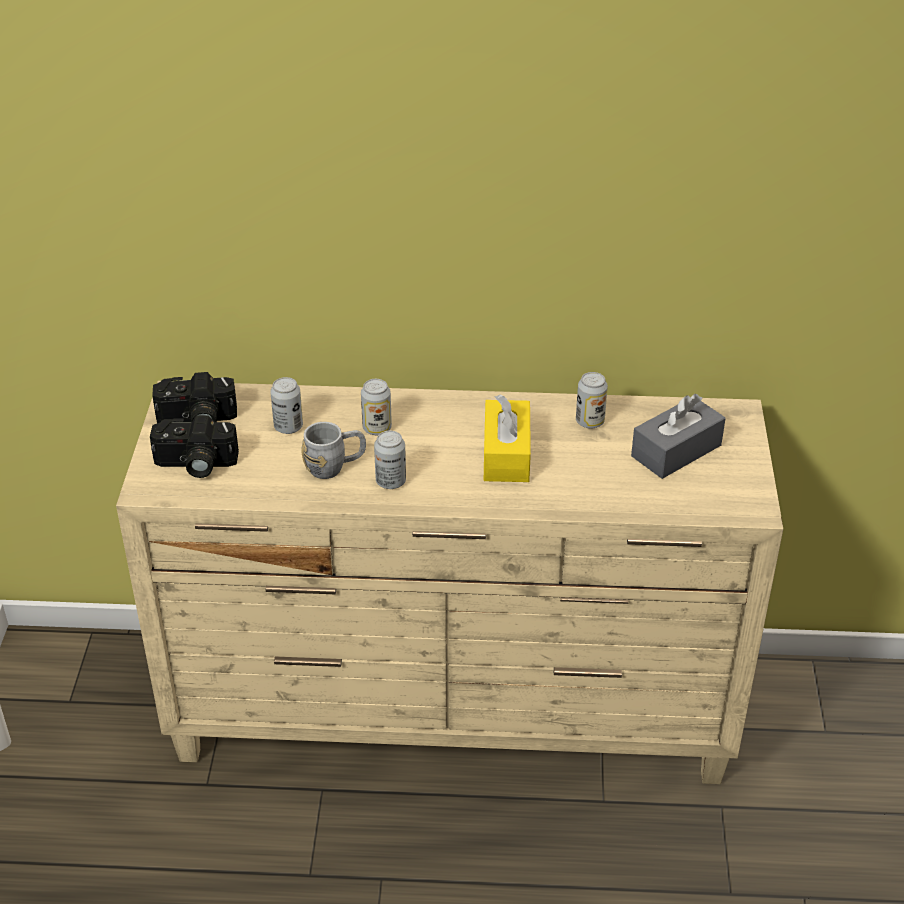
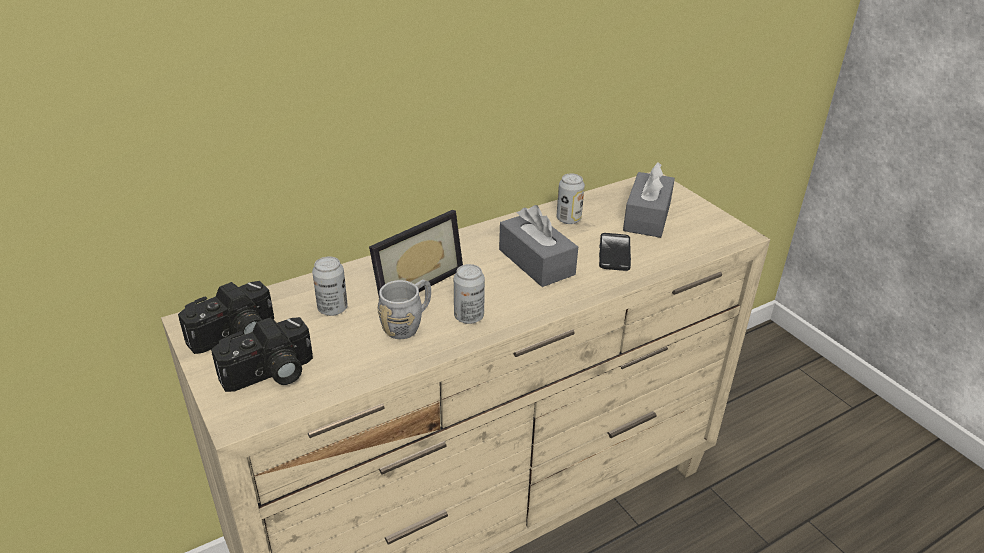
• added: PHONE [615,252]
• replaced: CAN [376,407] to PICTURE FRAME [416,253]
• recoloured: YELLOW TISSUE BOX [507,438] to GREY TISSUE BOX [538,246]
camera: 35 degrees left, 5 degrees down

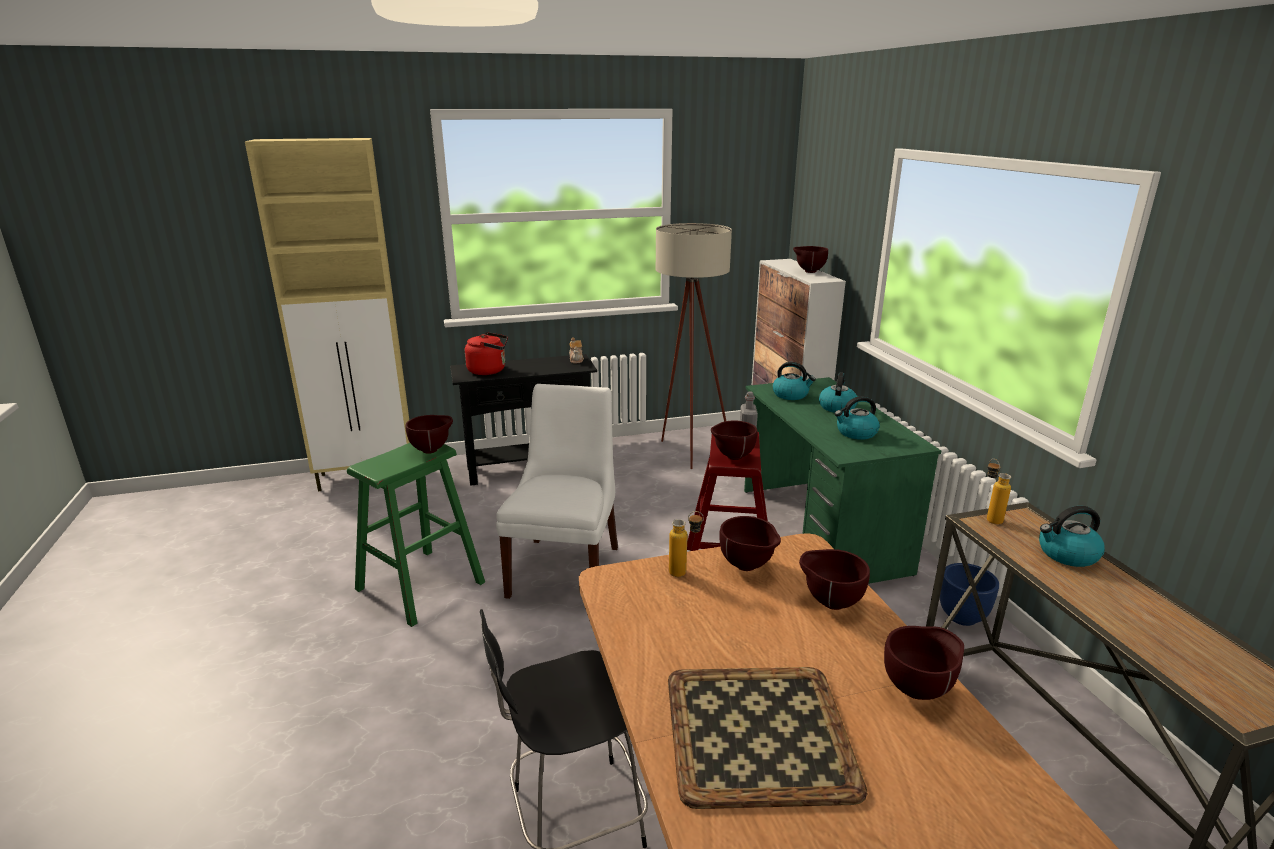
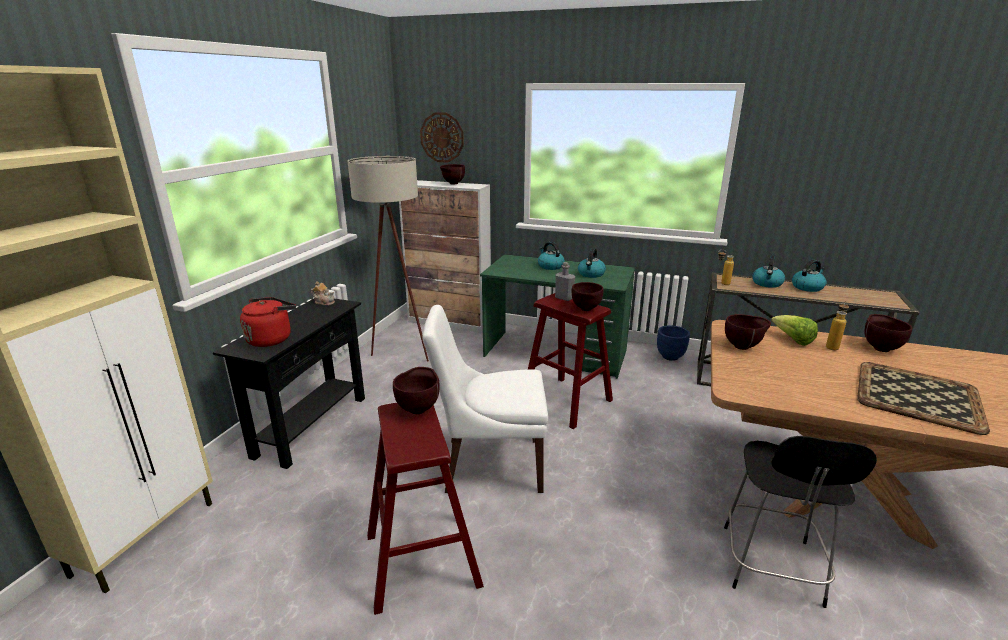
• added: WALL CLOCK [442,137]
• moved: BOTTLE [686,544] to [837,325]
• moved: KETTLE [794,381] to [809,276]
• replaced: BROWN BOWL [834,579] to LETTUCE [794,330]
• recoloured: GREEN STOOL [416,535] to RED STOOL [425,509]
• turned: WHITE CHAIR [557,491] = [485,399] 45 degrees counterclockwise
camera: 55 degrees left, 0 degrees up

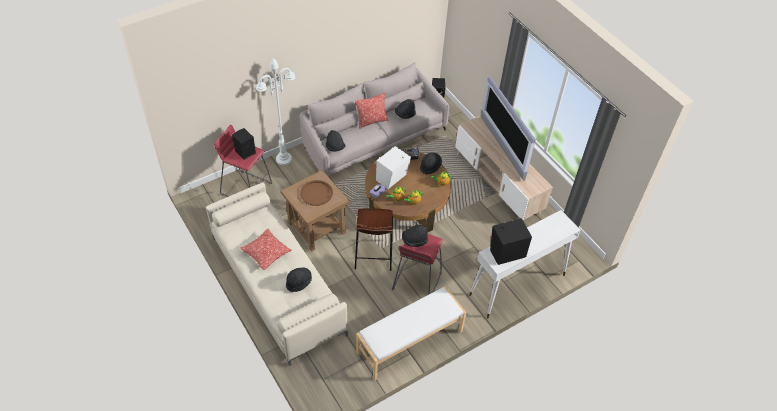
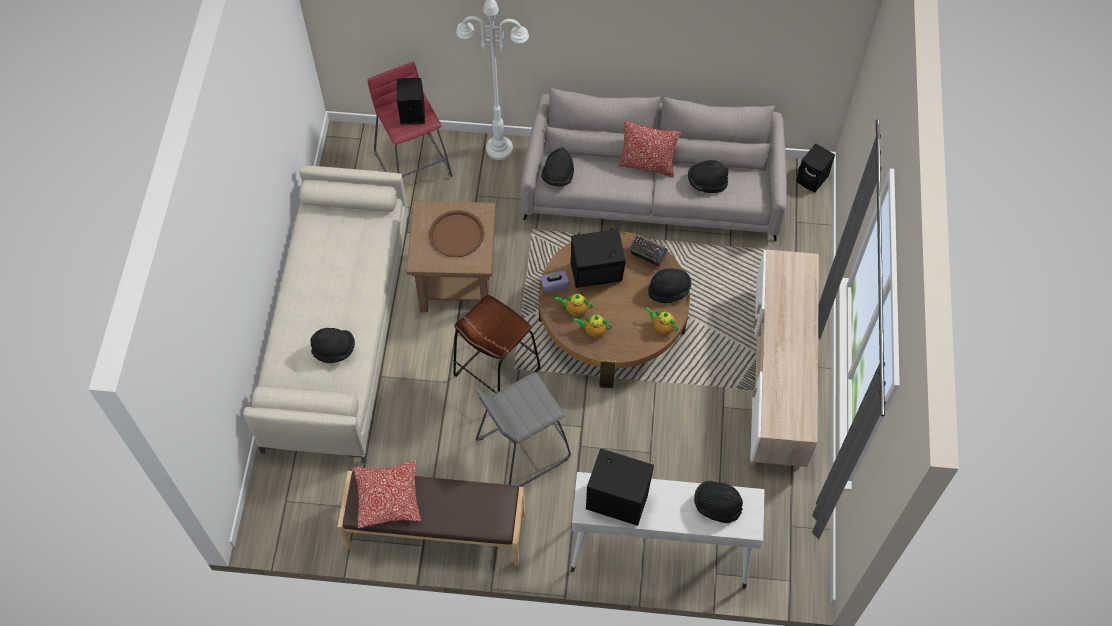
• removed: TELEVISION [508,129]
• moved: PILLOW [265,249] to [387,494]
• moved: BLACK HAT [415,236] to [718,502]
• recoloured: WHITE BENCH [411,333] to BROWN BENCH [431,518]
• recoloured: WHITE SPEAKER [393,167] to BLACK SPEAKER [598,258]
• recoloured: RED STOOL [417,264] to GREY STOOL [523,429]
camera: 40 degrees right, 10 degrees up

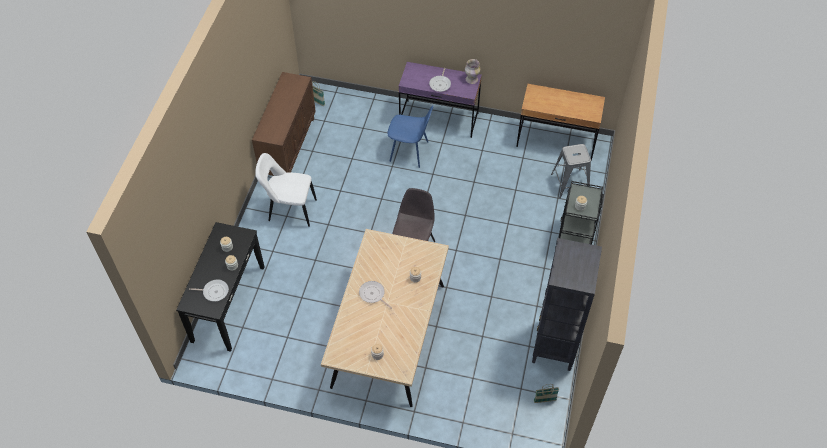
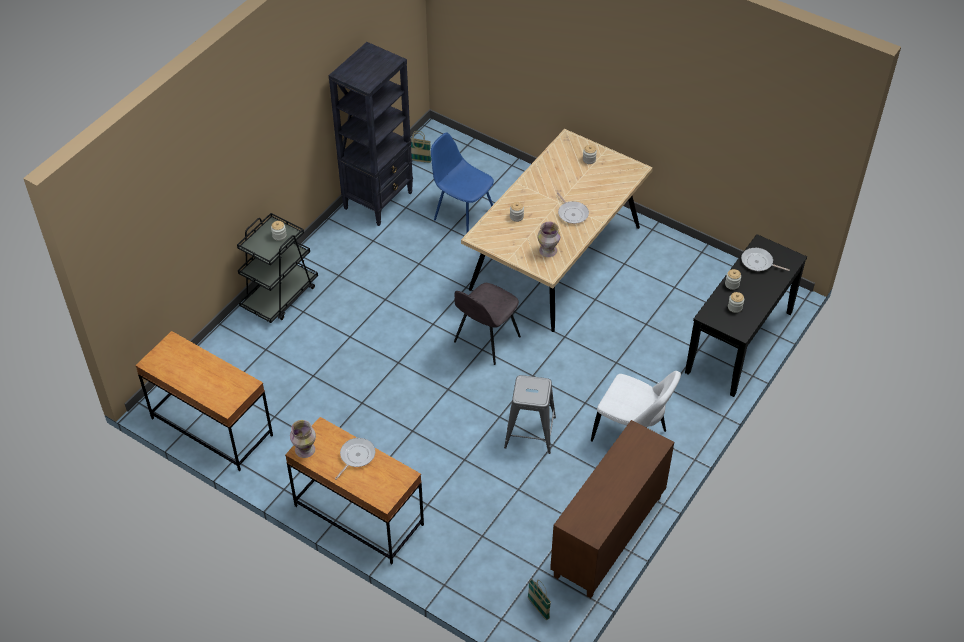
• added: VASE [548,239]
• moved: BLUE CHAIR [410,137] to [462,183]
• moved: GREY STOOL [571,171] to [530,414]
• recoloured: PURPLE DESK [440,100] to BROWN DESK [354,490]
camera: 160 degrees left, 5 degrees down

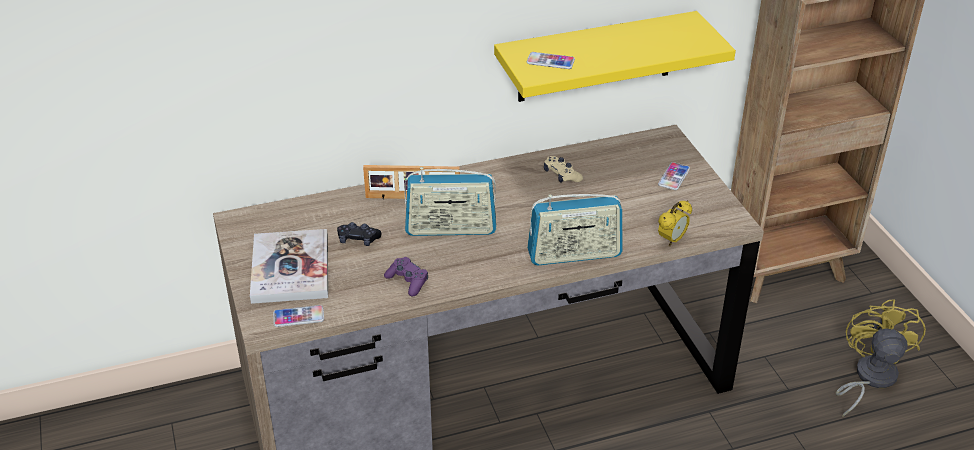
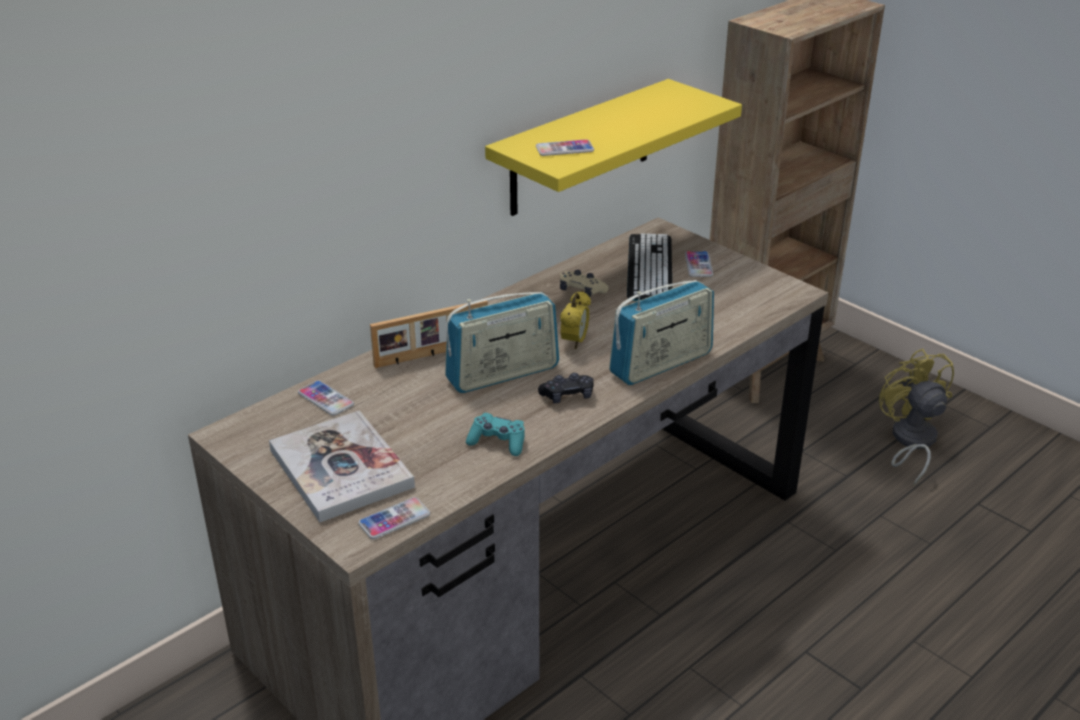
• added: PHONE [326,398]
• added: KEYBOARD [649,267]
• moved: BLACK GAME CONTROLLER [359,234] to [566,388]
• moved: ALARM CLOCK [675,223] to [575,320]
• recoloured: PURPLE GAME CONTROLLER [406,277] to TURQUOISE GAME CONTROLLER [495,434]
camera: 25 degrees left, 5 degrees down

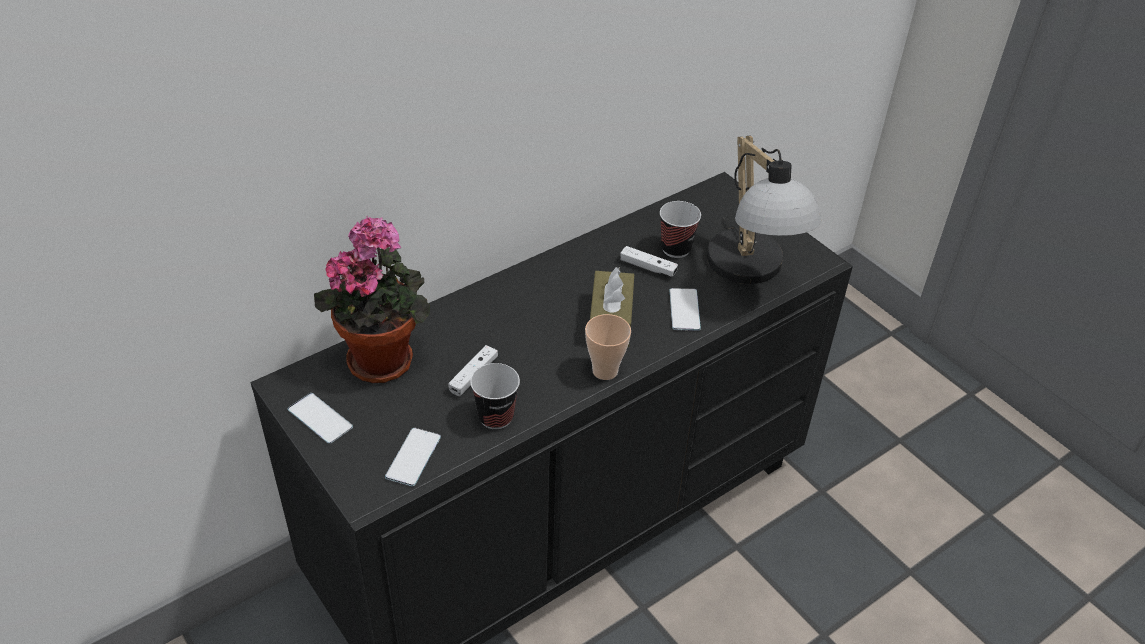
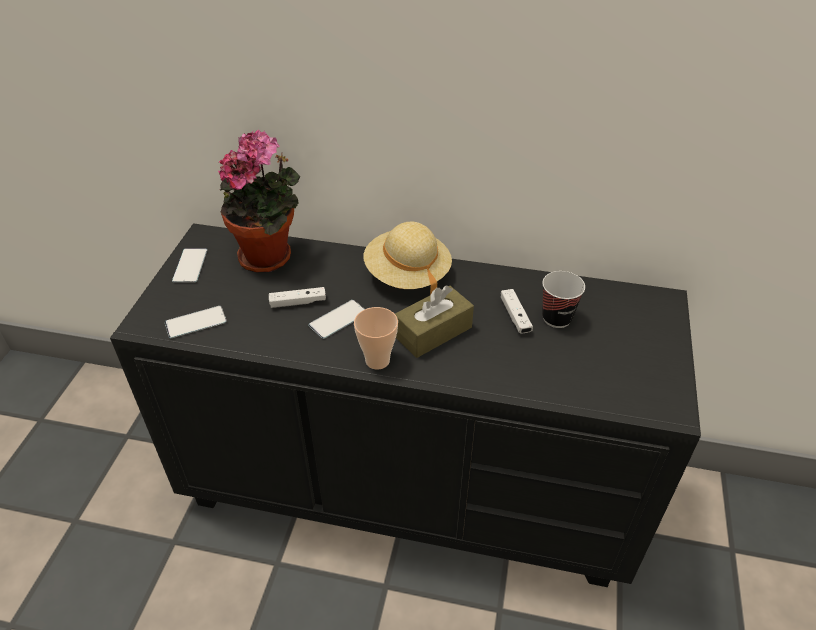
• removed: CUP [495,396]
• removed: TABLE LAMP [764,210]
• added: BEIGE HAT [407,258]
• moved: PHONE [685,309] to [336,319]
camera: 50 degrees right, 0 degrees up

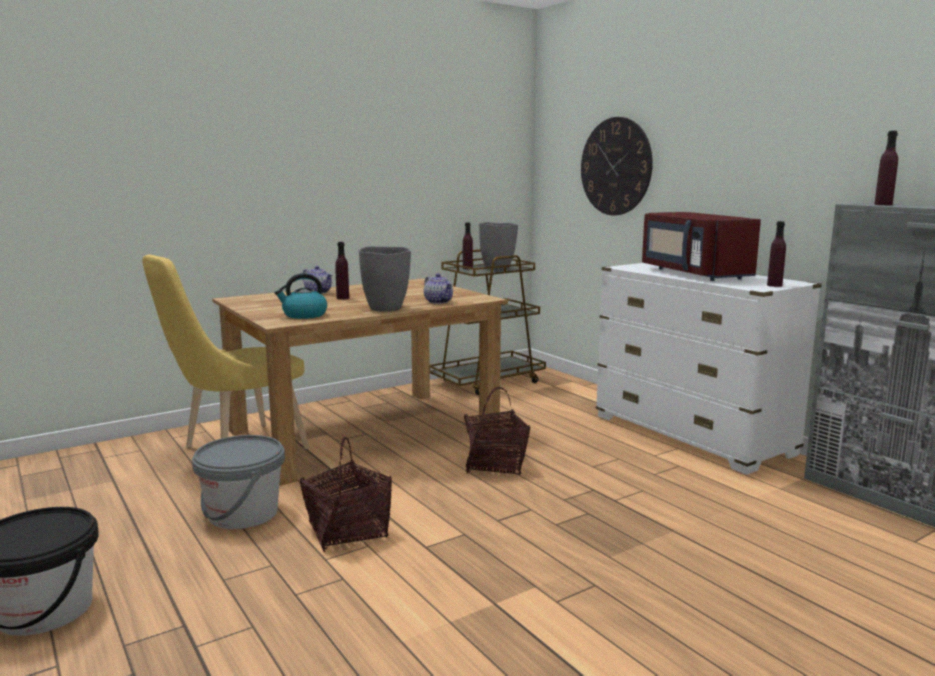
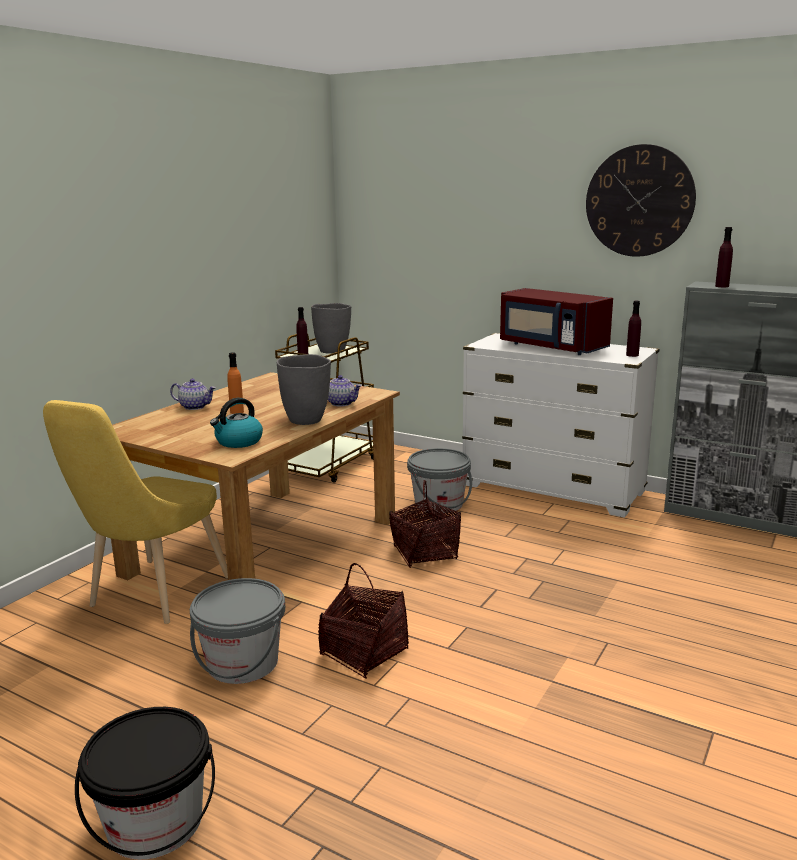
• added: GREY BUCKET [439,481]
• moved: WALL CLOCK [617,166] to [641,200]
• recoloured: PURPLE BOTTLE [342,271] to ORANGE BOTTLE [235,383]
camera: 25 degrees left, 5 degrees up

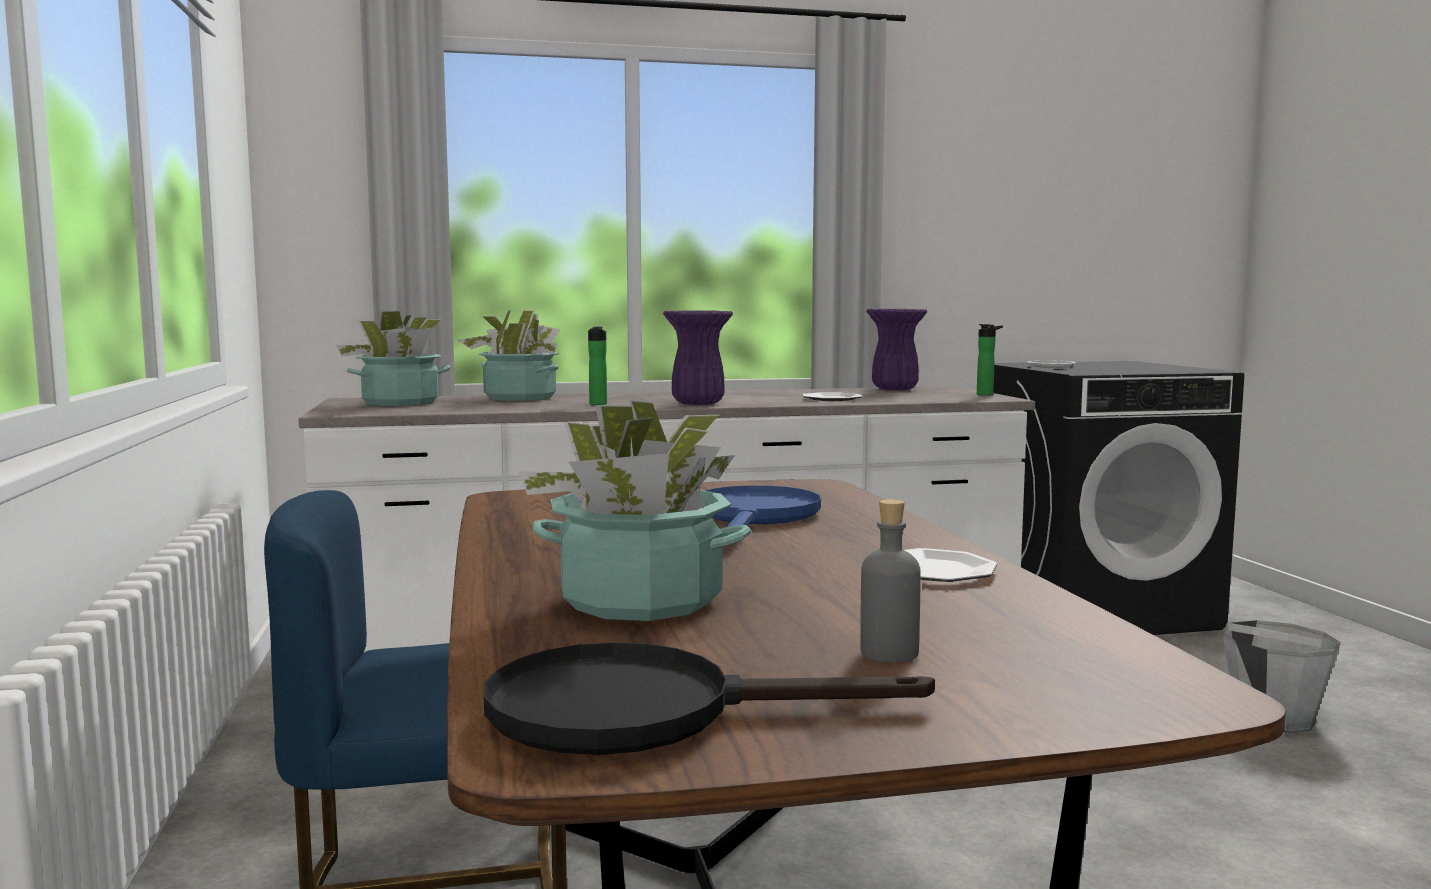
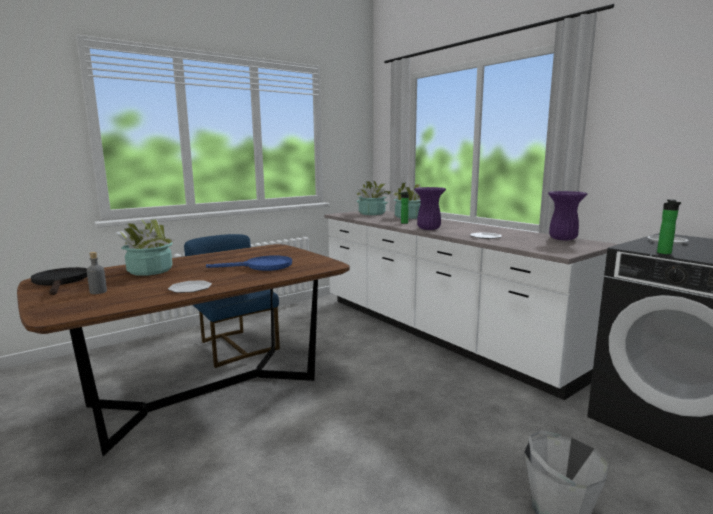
• moved: BOTTLE [990,360] to [669,226]
camera: 65 degrees right, 5 degrees up

